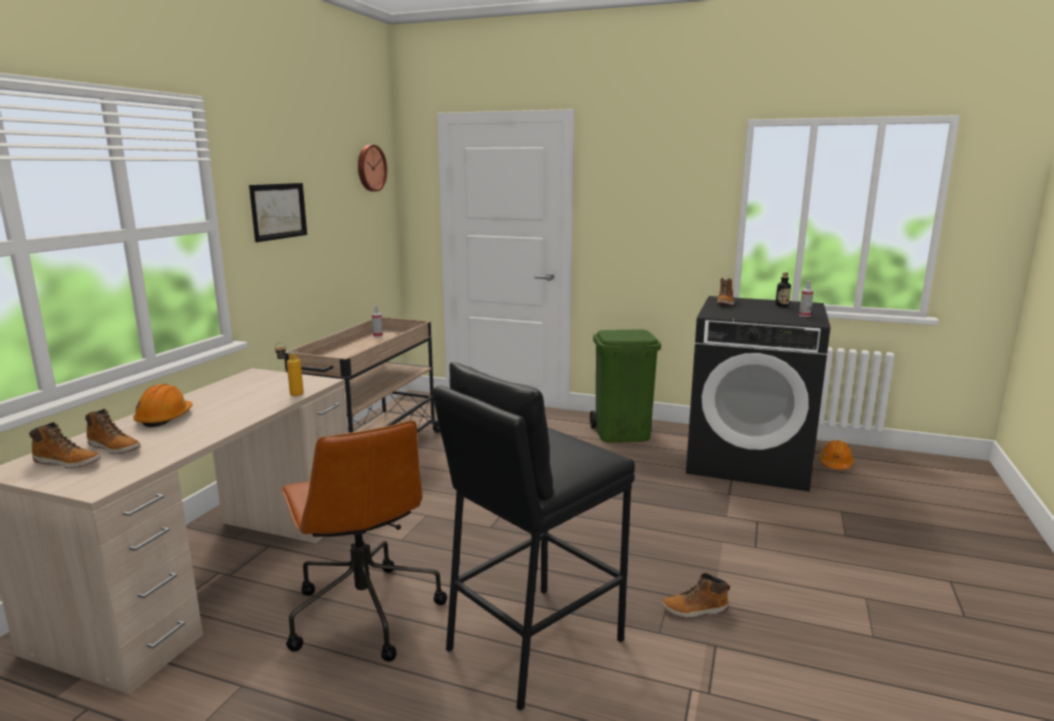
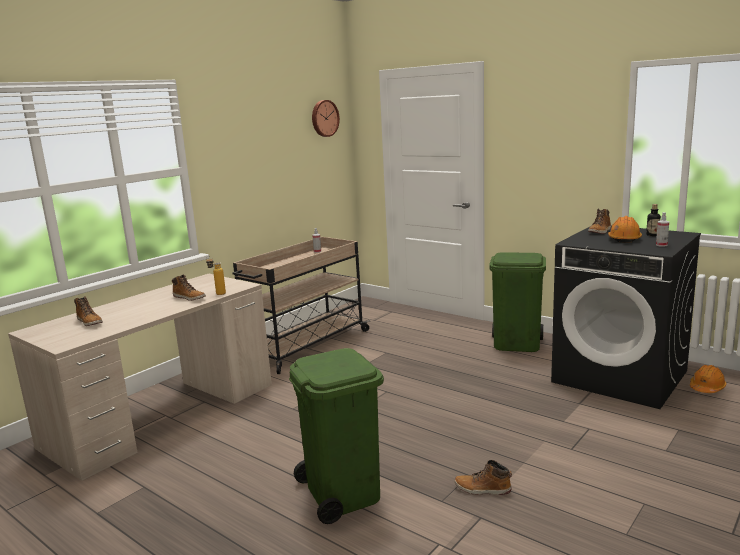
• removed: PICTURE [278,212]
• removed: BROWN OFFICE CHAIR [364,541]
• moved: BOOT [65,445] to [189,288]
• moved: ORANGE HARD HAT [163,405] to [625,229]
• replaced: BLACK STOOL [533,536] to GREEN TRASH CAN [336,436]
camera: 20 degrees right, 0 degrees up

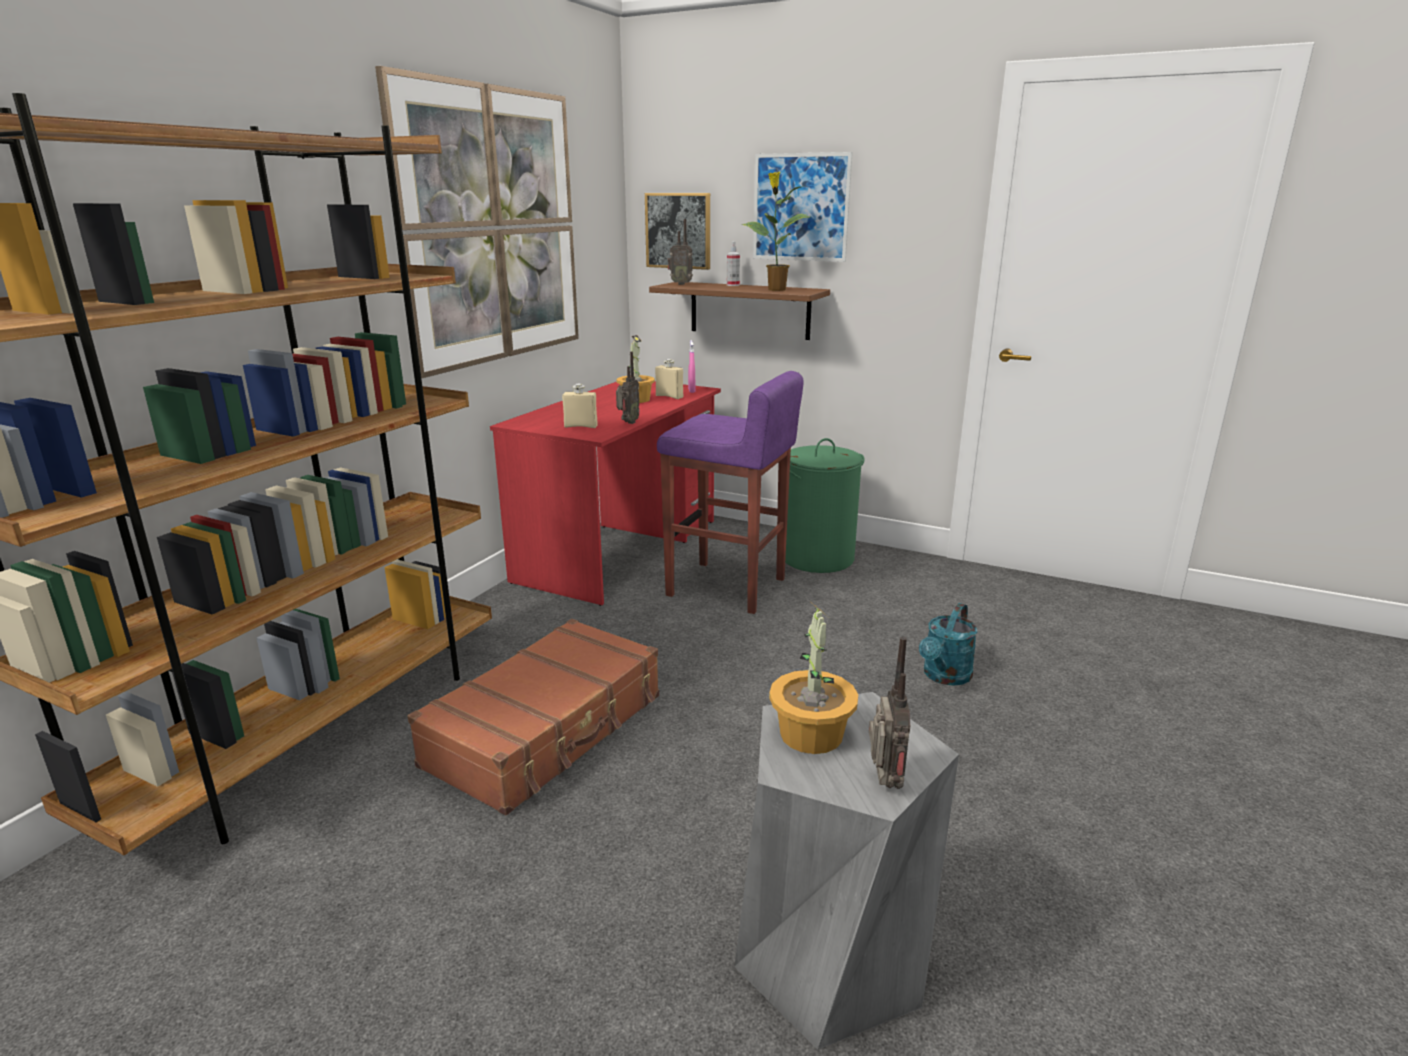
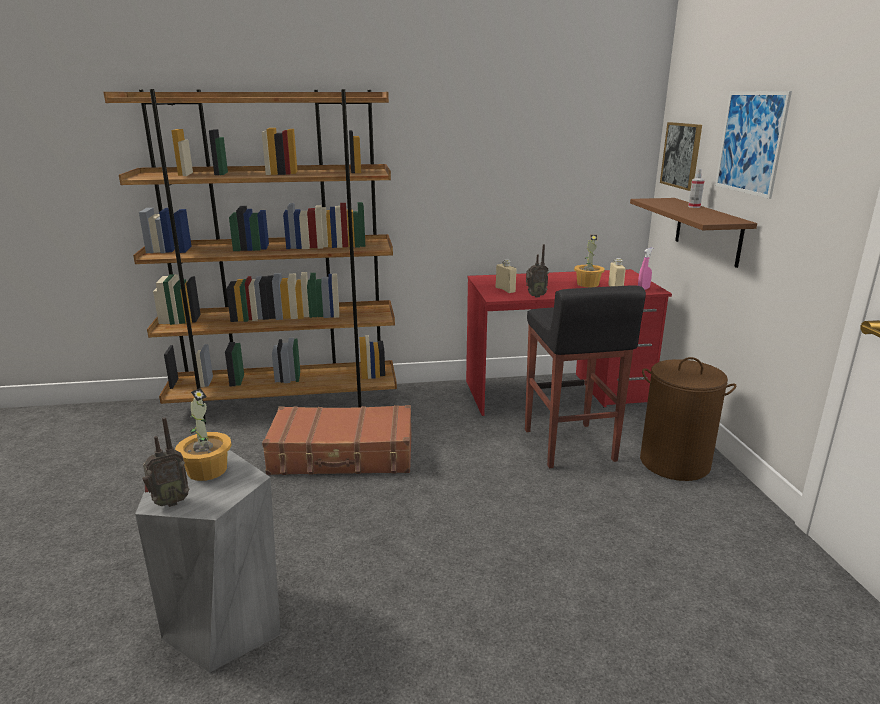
• removed: PICTURE [477,222]
• removed: RADIO [680,252]
• removed: POTTED PLANT [776,231]
• removed: TURQUOISE WATERING CAN [948,644]
• recoloured: PURPLE STOOL [730,492] to BLACK STOOL [585,377]
• recoloured: GREEN LAUNDRY BASKET [825,505] to BROWN LAUNDRY BASKET [688,419]
camera: 55 degrees right, 0 degrees up

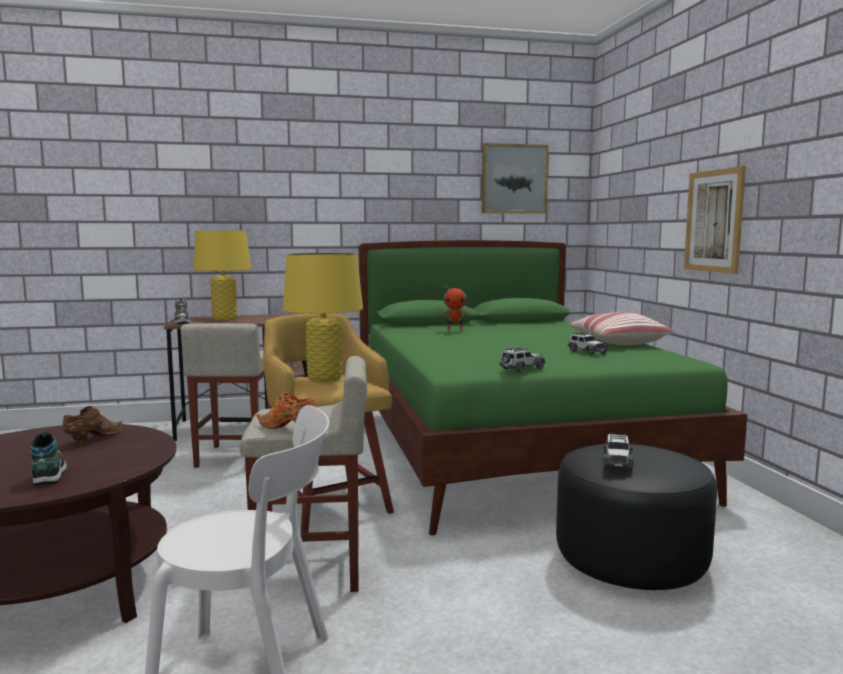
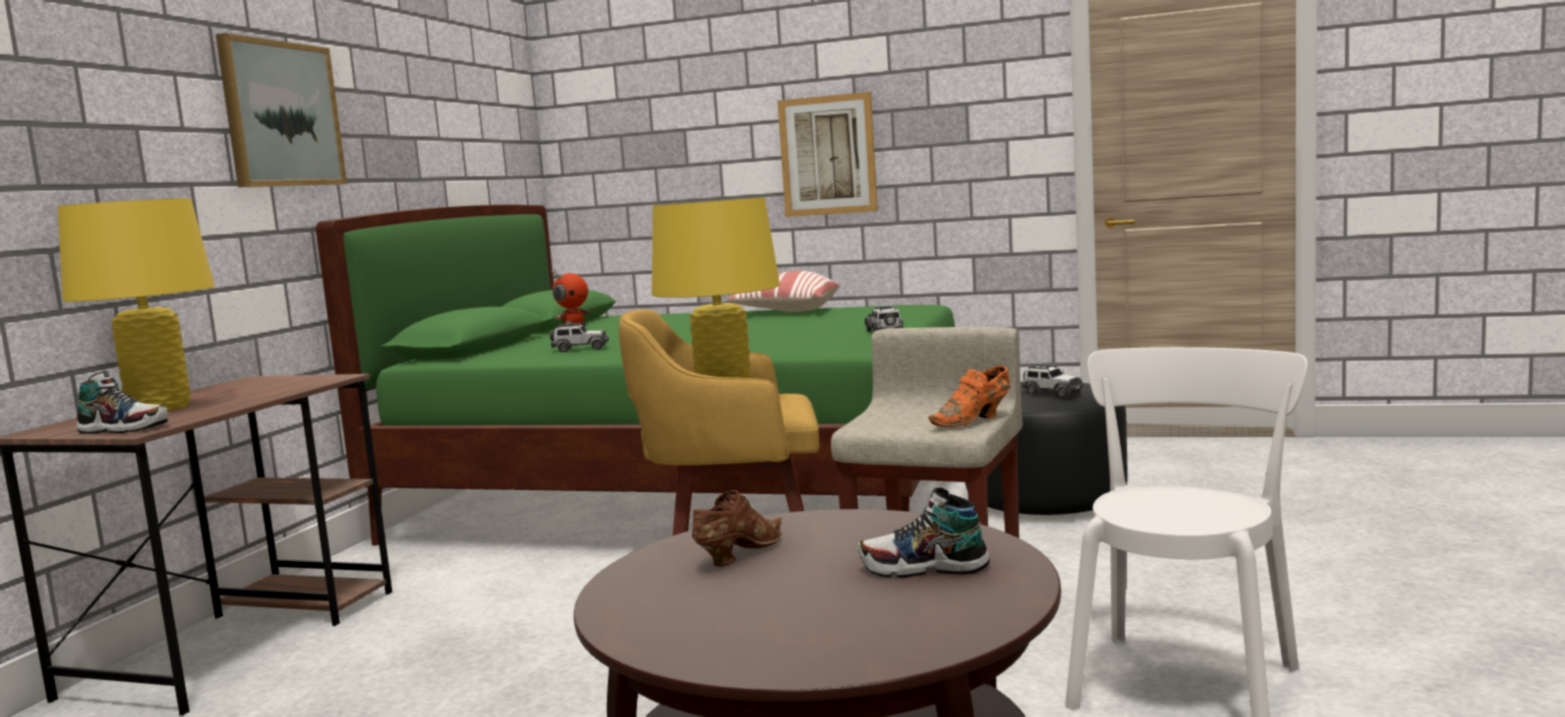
• removed: BEIGE STOOL [226,395]
• moved: PICTURE [515,178] to [281,110]
• moved: TOY CAR [588,344] to [579,337]
• turned: BROWN SHOE [92,425] = [737,528] 75 degrees clockwise
camera: 60 degrees left, 0 degrees up

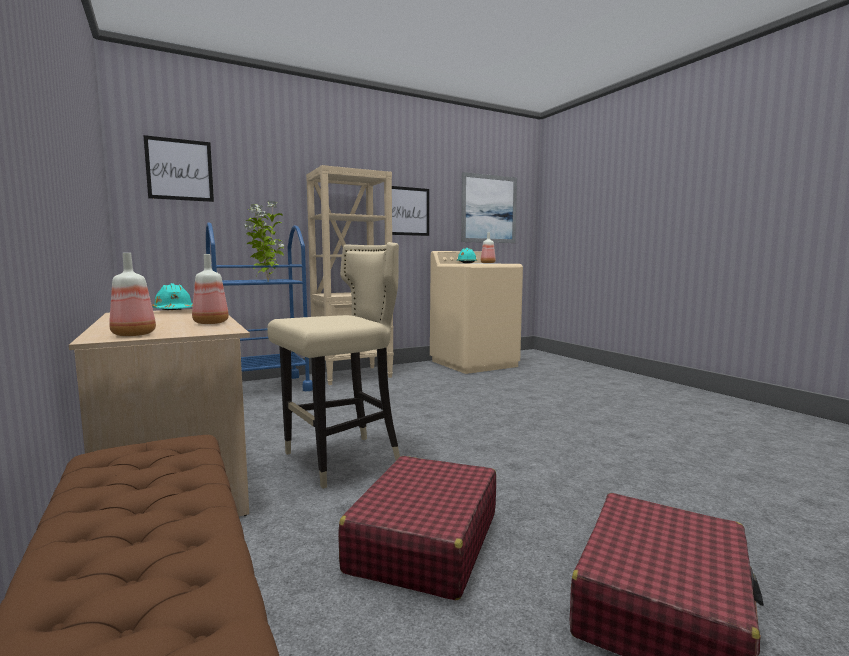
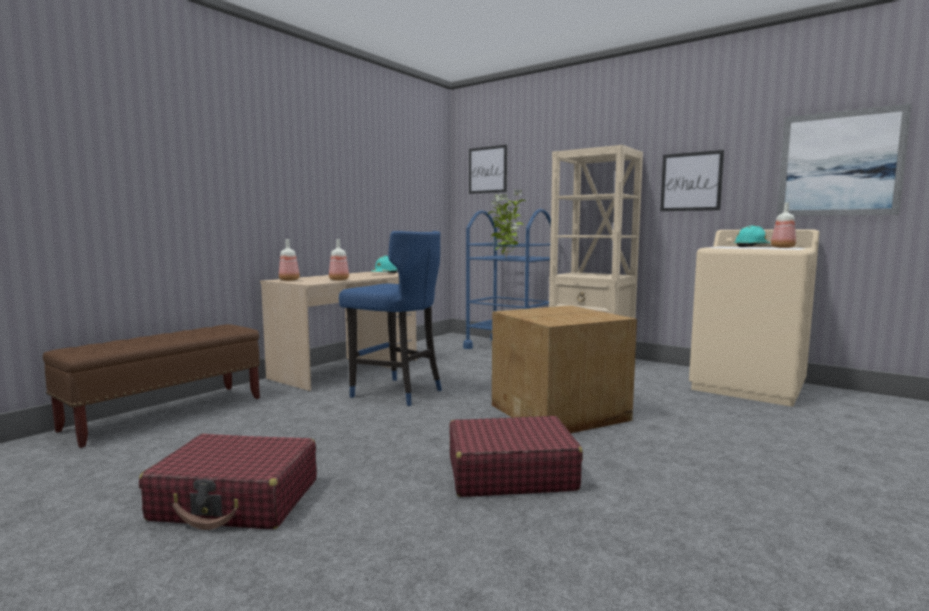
• added: CARDBOARD BOX [564,369]
• moved: RED SUITCASE [417,528] to [516,456]
• recoloured: BEIGE STOOL [333,365] to BLUE STOOL [390,318]
camera: 65 degrees right, 0 degrees up

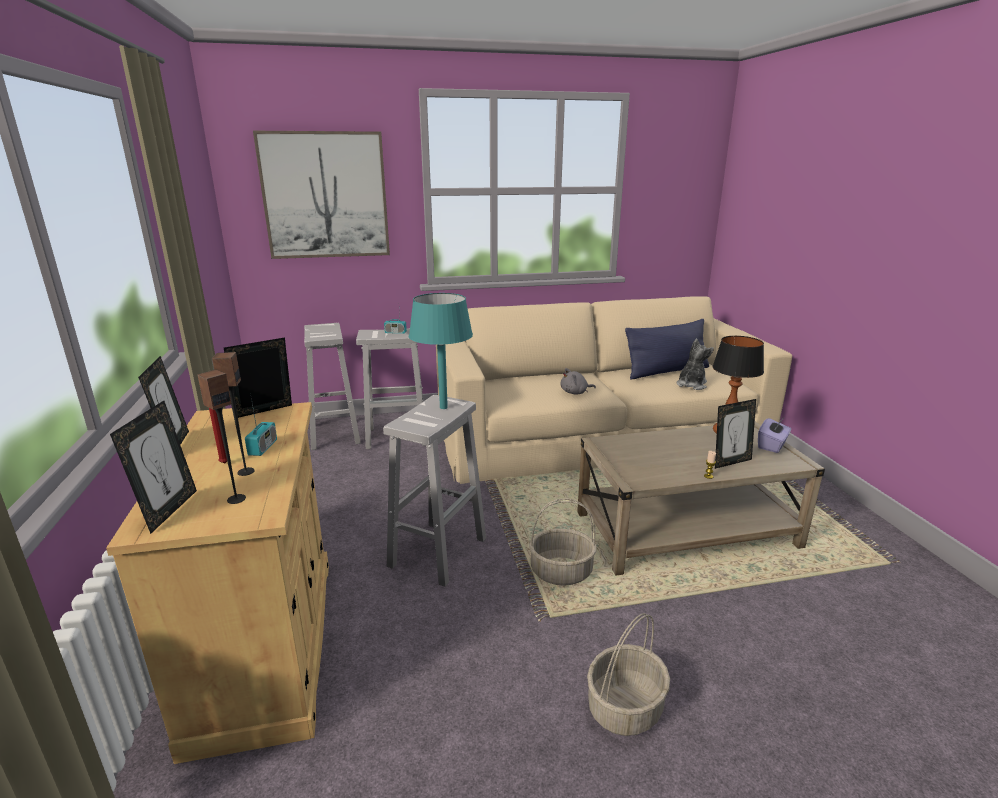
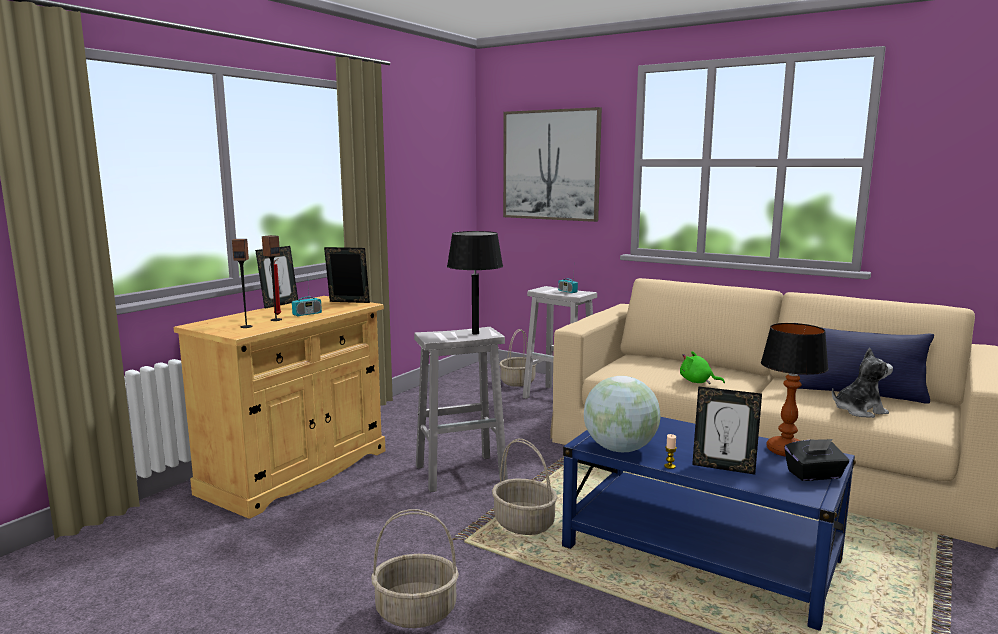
• removed: PICTURE FRAME [153,467]
• added: GLOBE [622,414]
• replaced: WHITE STOOL [332,386] to BASKET [517,358]
• recoloured: TURQUOISE TABLE LAMP [441,351] to BLACK TABLE LAMP [475,283]
• recoloured: GREY PLUSH TOY [578,381] to GREEN PLUSH TOY [702,367]
• recoloured: BEIGE COFFEE TABLE [701,499] to BLUE COFFEE TABLE [709,524]
• recoloured: PURPLE TISSUE BOX [774,435] to BLACK TISSUE BOX [816,460]
camera: 45 degrees right, 10 degrees down

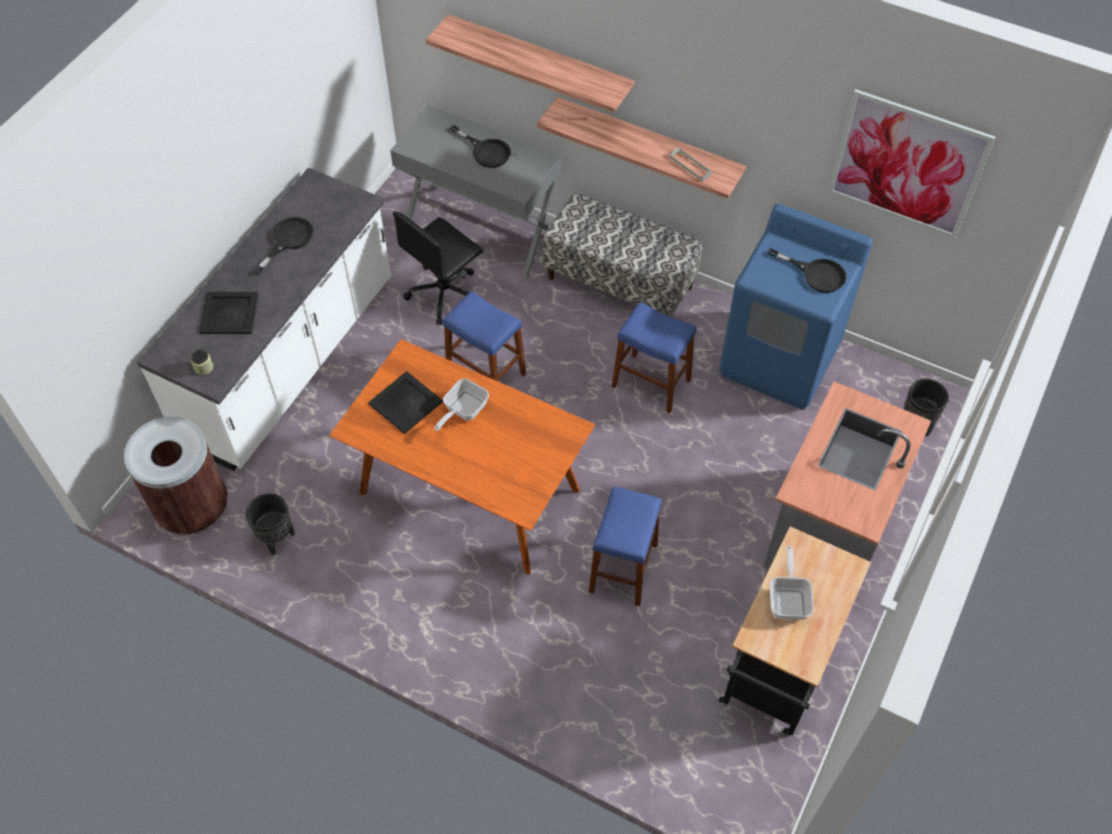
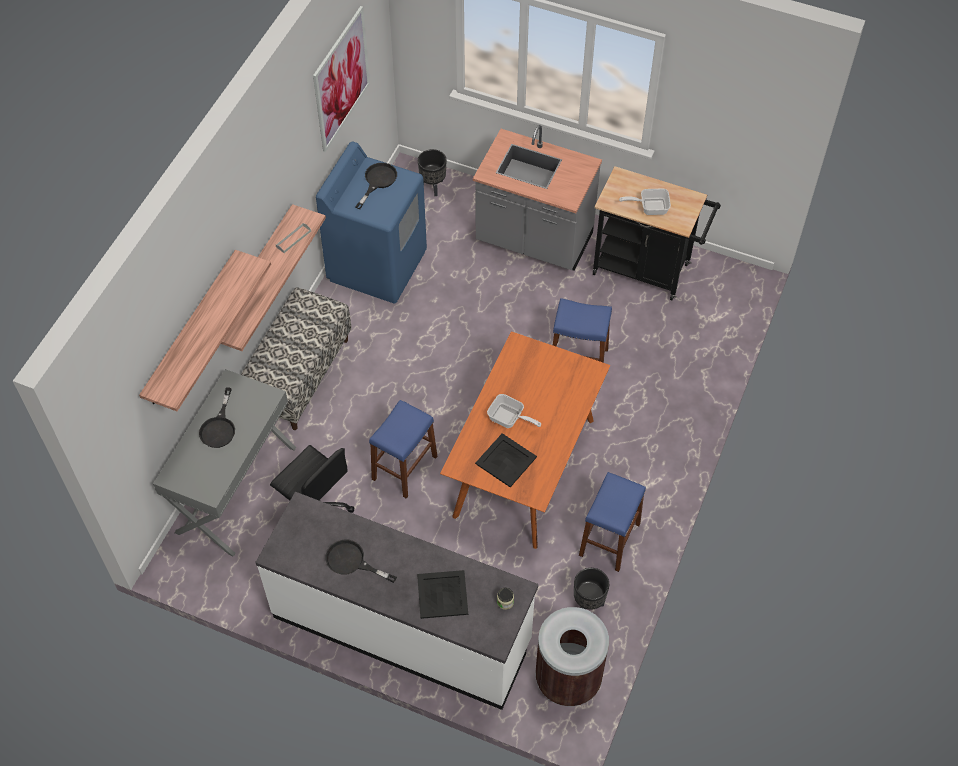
• moved: BLUE STOOL [654,357] to [612,522]
• turned: BLACK FRYING PAN [480,146] = [217,418] 150 degrees clockwise
camera: 95 degrees left, 0 degrees up

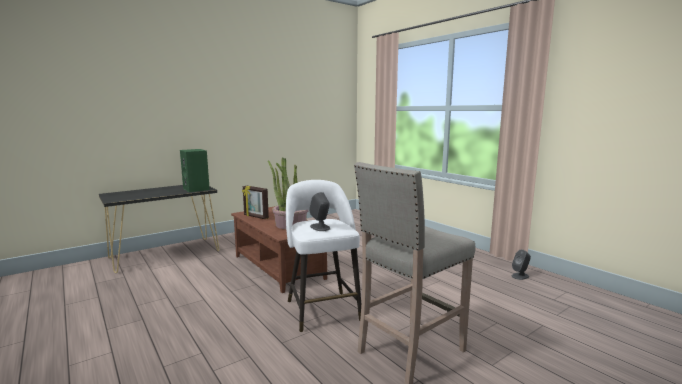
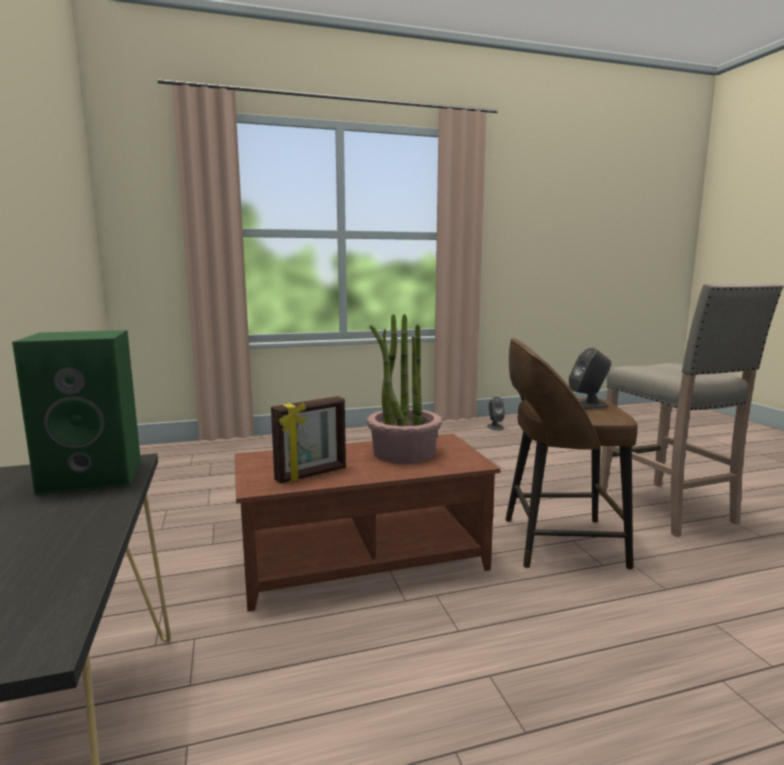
• recoloured: WHITE STOOL [323,256] to BROWN STOOL [571,454]
camera: 70 degrees left, 0 degrees up

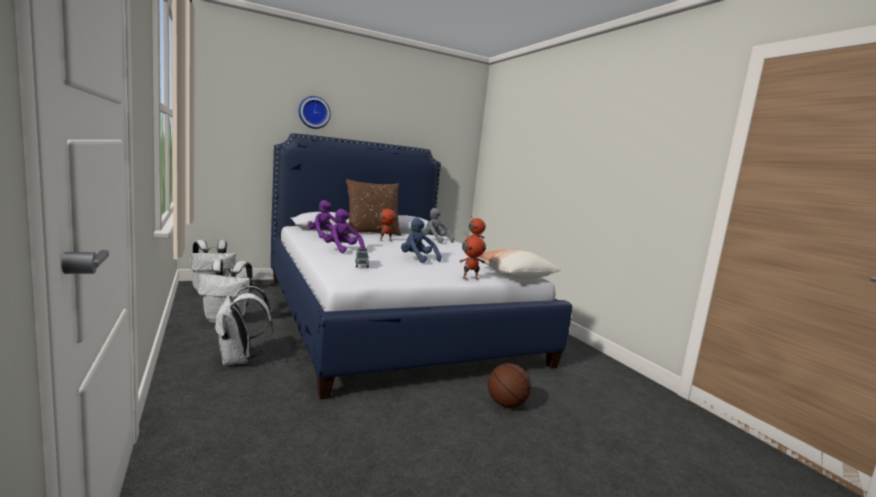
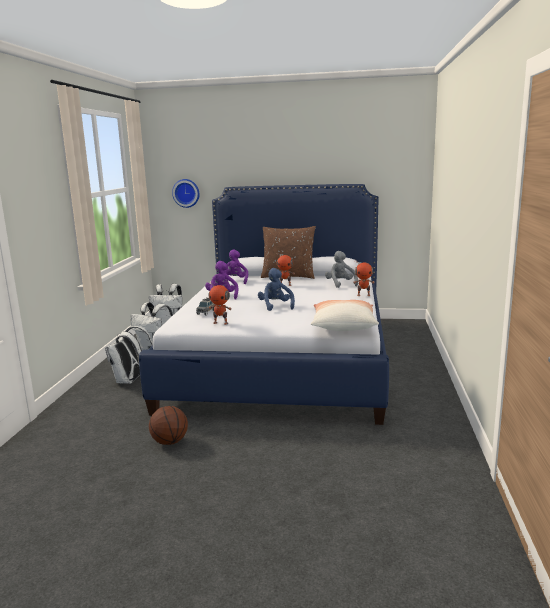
• moved: WALL CLOCK [315,112] to [186,193]
• moved: TOY ROBOT [472,255] to [220,303]
• moved: BASKETBALL [509,385] to [168,425]
camera: 35 degrees right, 5 degrees up

